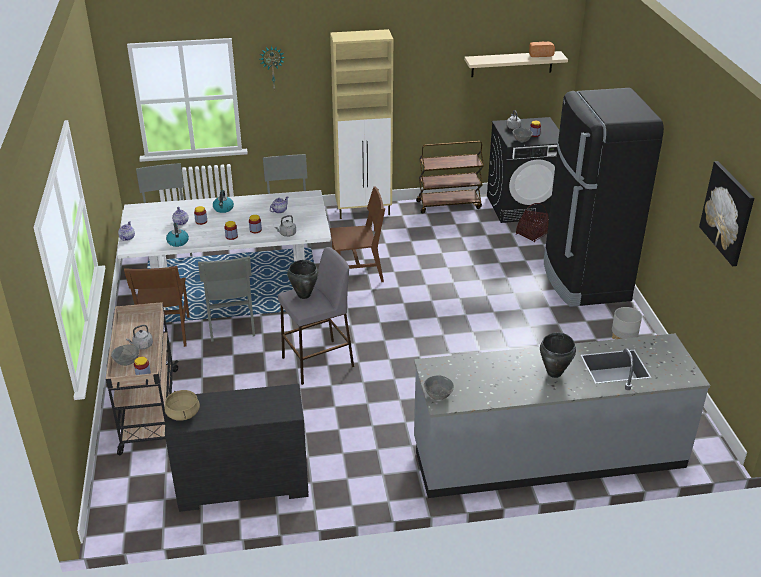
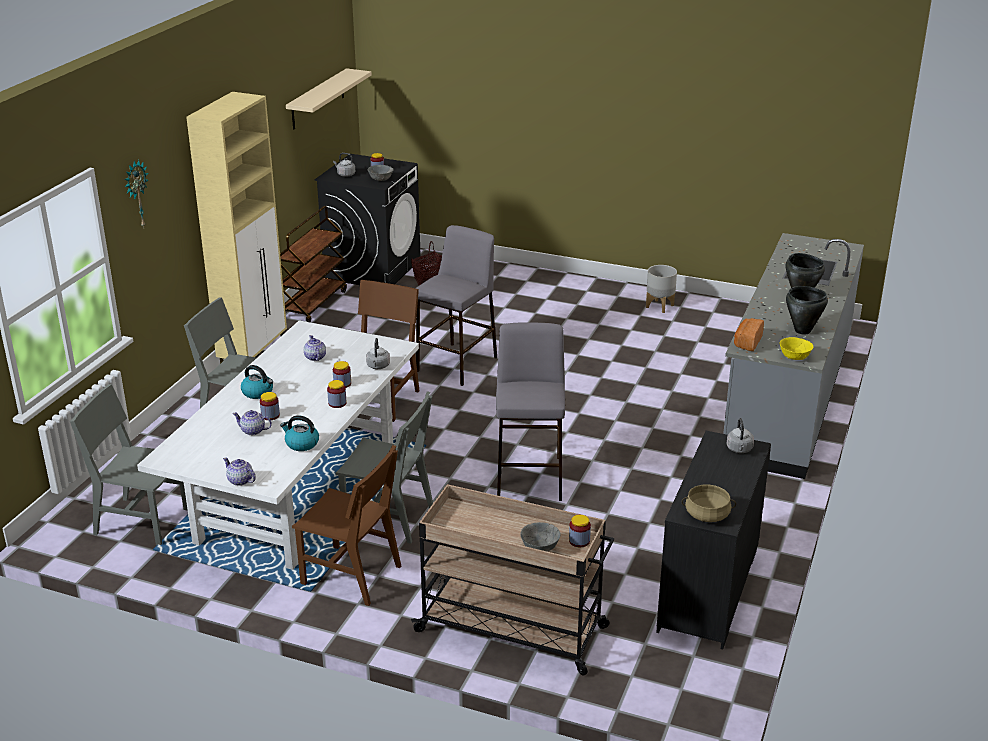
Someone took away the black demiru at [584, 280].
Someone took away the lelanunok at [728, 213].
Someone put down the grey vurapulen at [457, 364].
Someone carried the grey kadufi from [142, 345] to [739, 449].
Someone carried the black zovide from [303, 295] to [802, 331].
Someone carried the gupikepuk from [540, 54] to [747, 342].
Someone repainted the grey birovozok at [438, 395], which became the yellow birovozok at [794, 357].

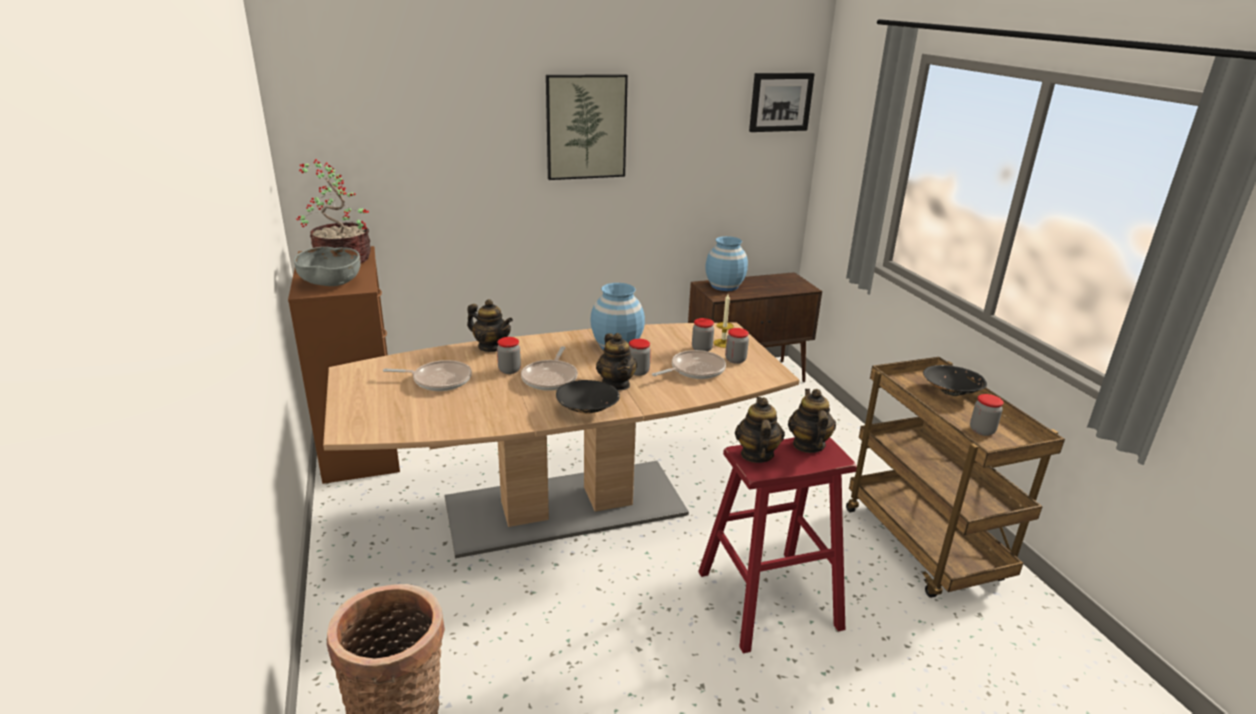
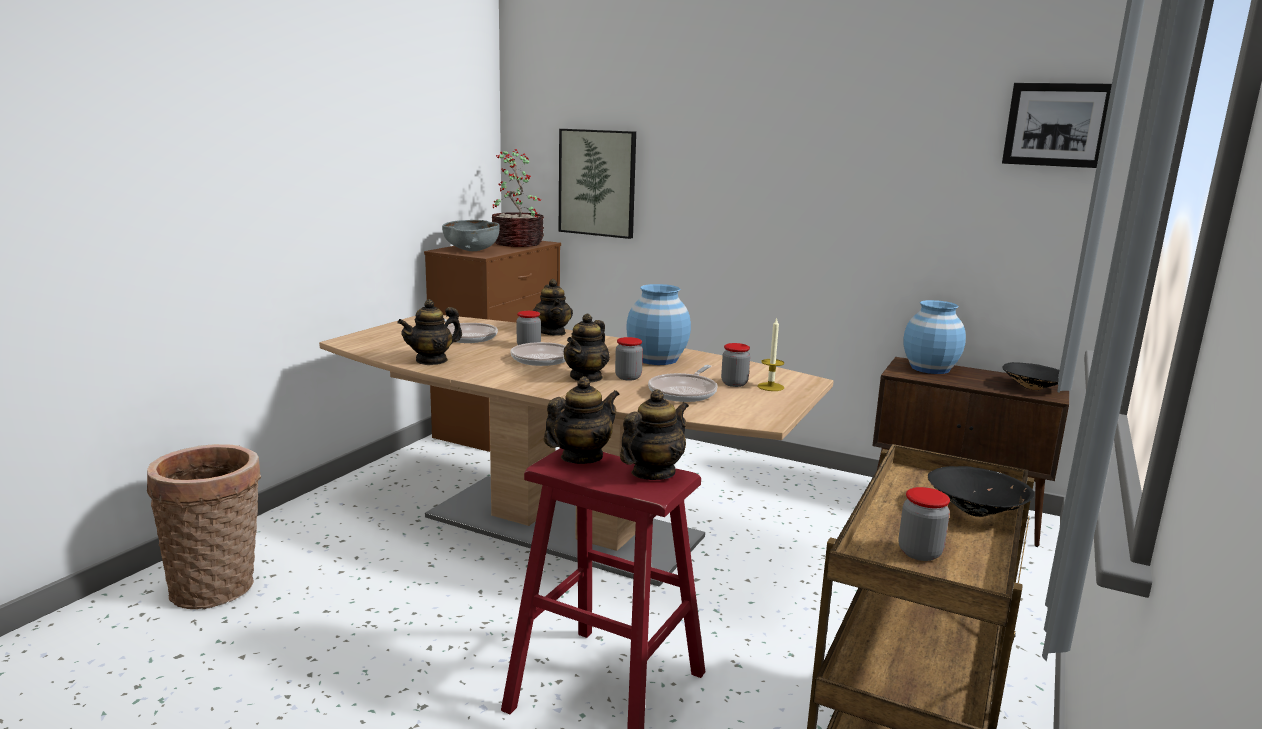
Someone took away the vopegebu at [735, 360].
Someone put down the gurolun at [432, 360].
Someone carried the lelanunok from [586, 127] to [597, 183].
Someone carried the black birovozok from [588, 410] to [1033, 388].
Someone rotated the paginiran at [694, 370] by 105 degrees clockwise.

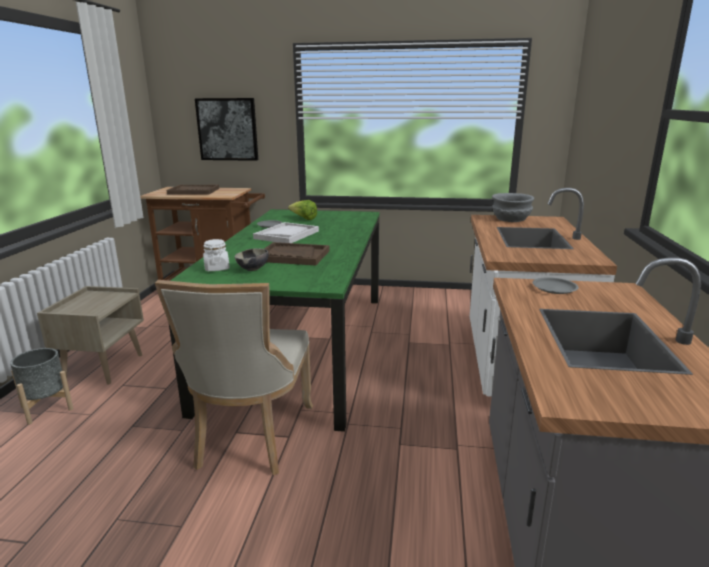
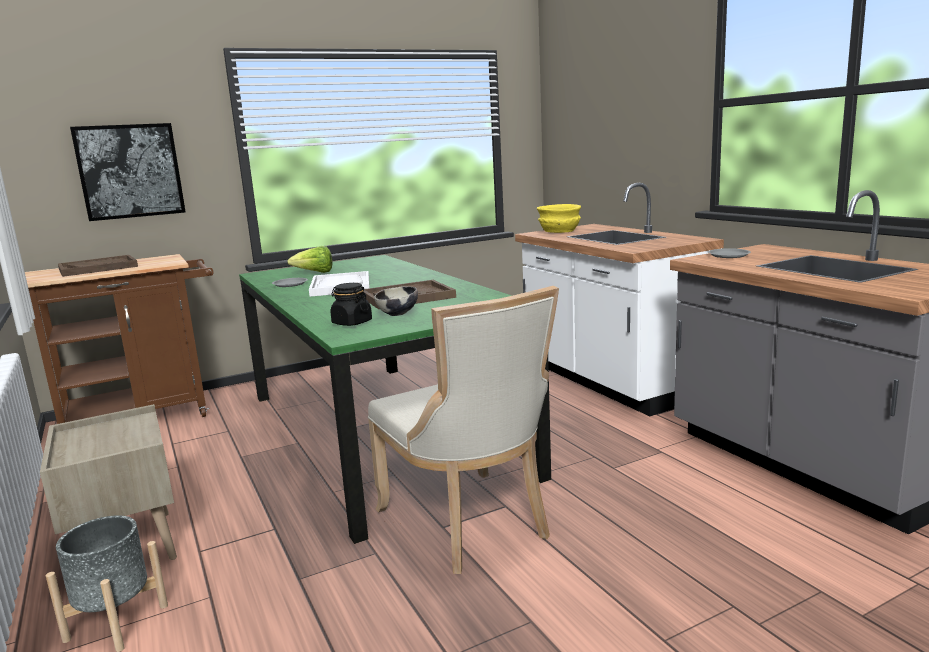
Someone repainted the white vopegebu at [217, 268], which became the black vopegebu at [351, 323].
Someone repainted the grey birovozok at [511, 219], which became the yellow birovozok at [560, 230].

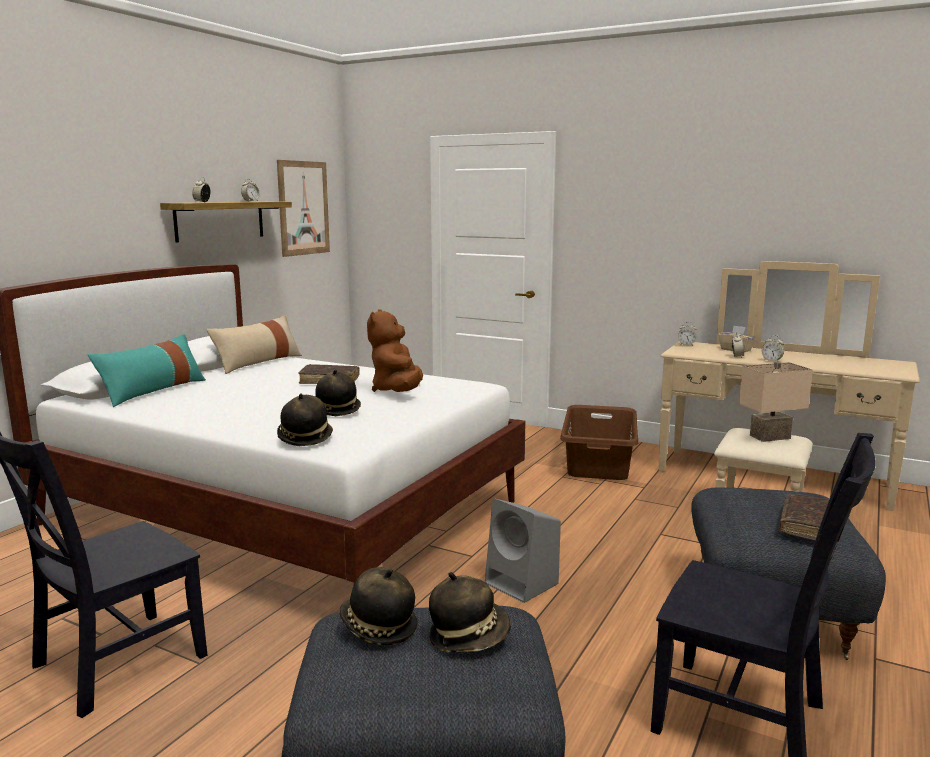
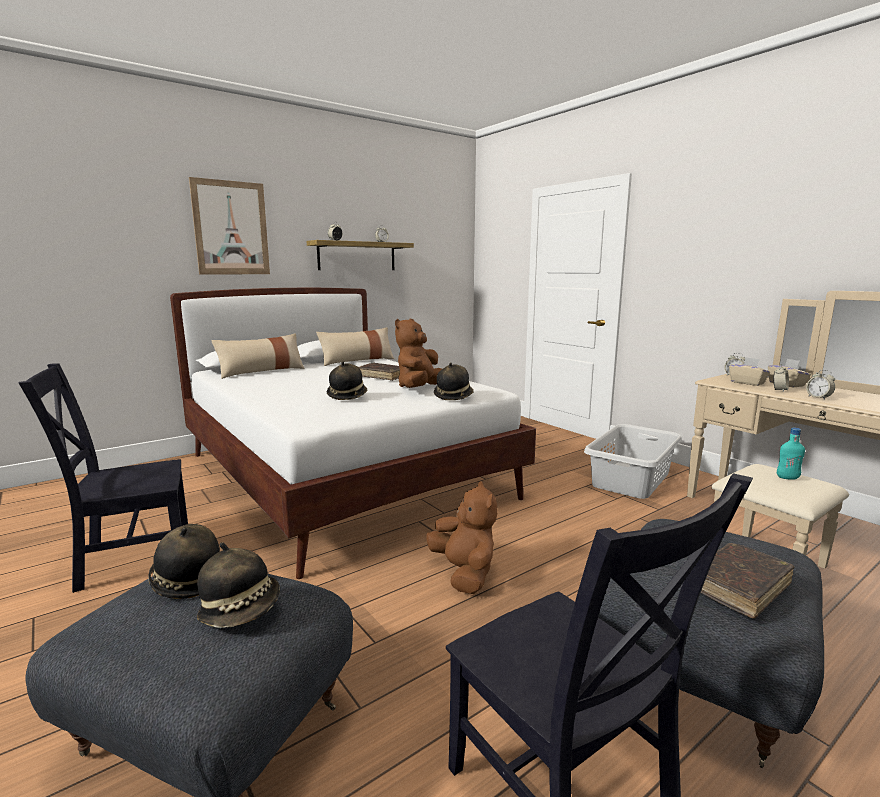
Someone put down the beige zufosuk at [747, 383].
Someone carried the lelanunok from [303, 208] to [231, 228].
Someone carried the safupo from [305, 438] to [453, 396].
Someone swapped the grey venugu at [523, 584] for the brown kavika at [464, 573].
Someone swapped the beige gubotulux at [769, 436] for the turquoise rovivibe at [787, 478].
Someone repainted the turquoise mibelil at [153, 391], which became the beige mibelil at [261, 372].
Someone repainted the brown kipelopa at [597, 463], which became the grey kipelopa at [630, 479].

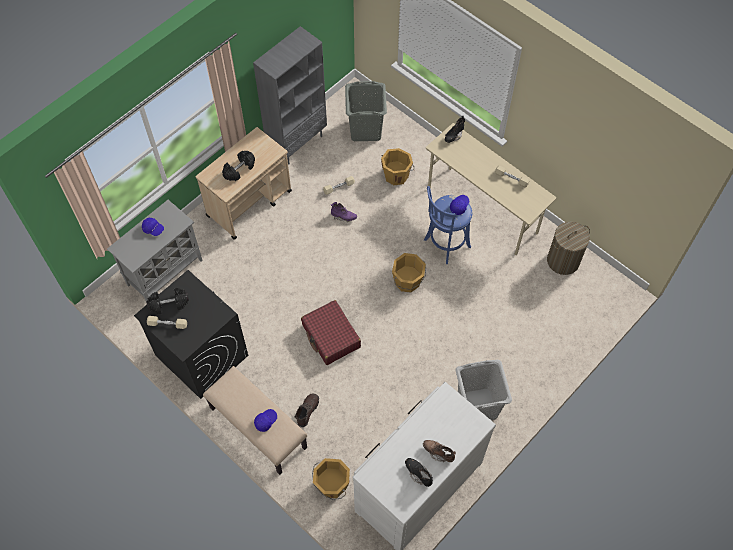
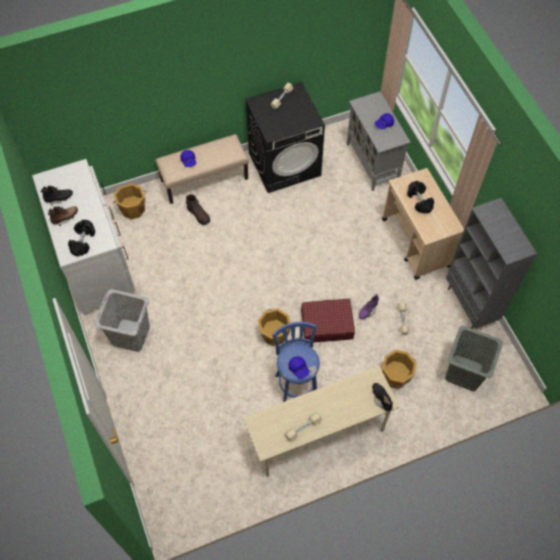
Someone took away the kipelopa at [563, 260].
Someone carried the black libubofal from [169, 304] to [83, 241].
Someone carried the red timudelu from [331, 336] to [326, 324].

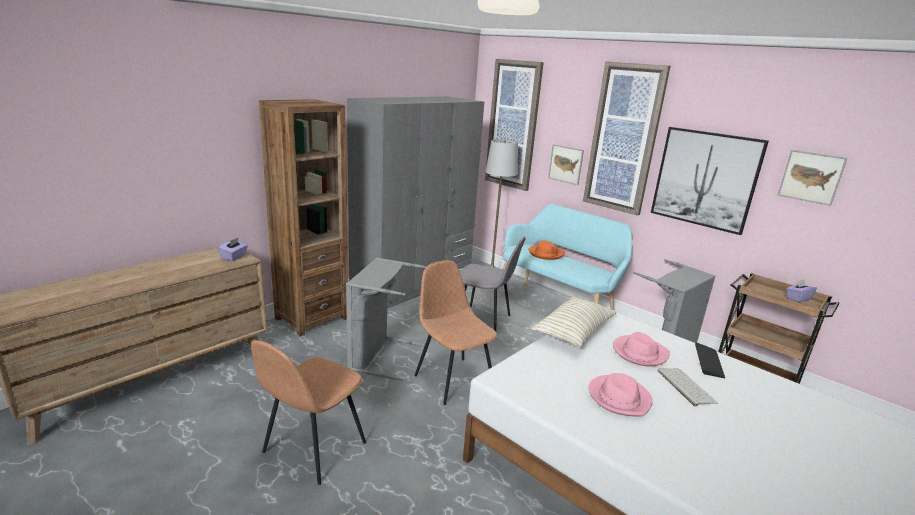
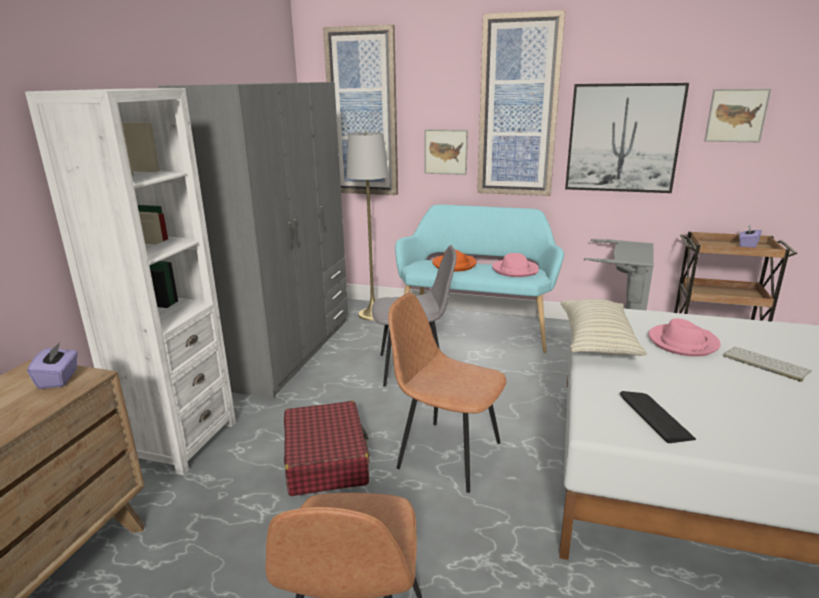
Someone carried the pink safupo from [619, 398] to [515, 270].
Someone carried the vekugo from [708, 361] to [655, 417].
Someone swapped the grey kipelopa at [379, 356] for the red timudelu at [326, 459].
Someone repainted the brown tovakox at [311, 318], which became the white tovakox at [179, 441].

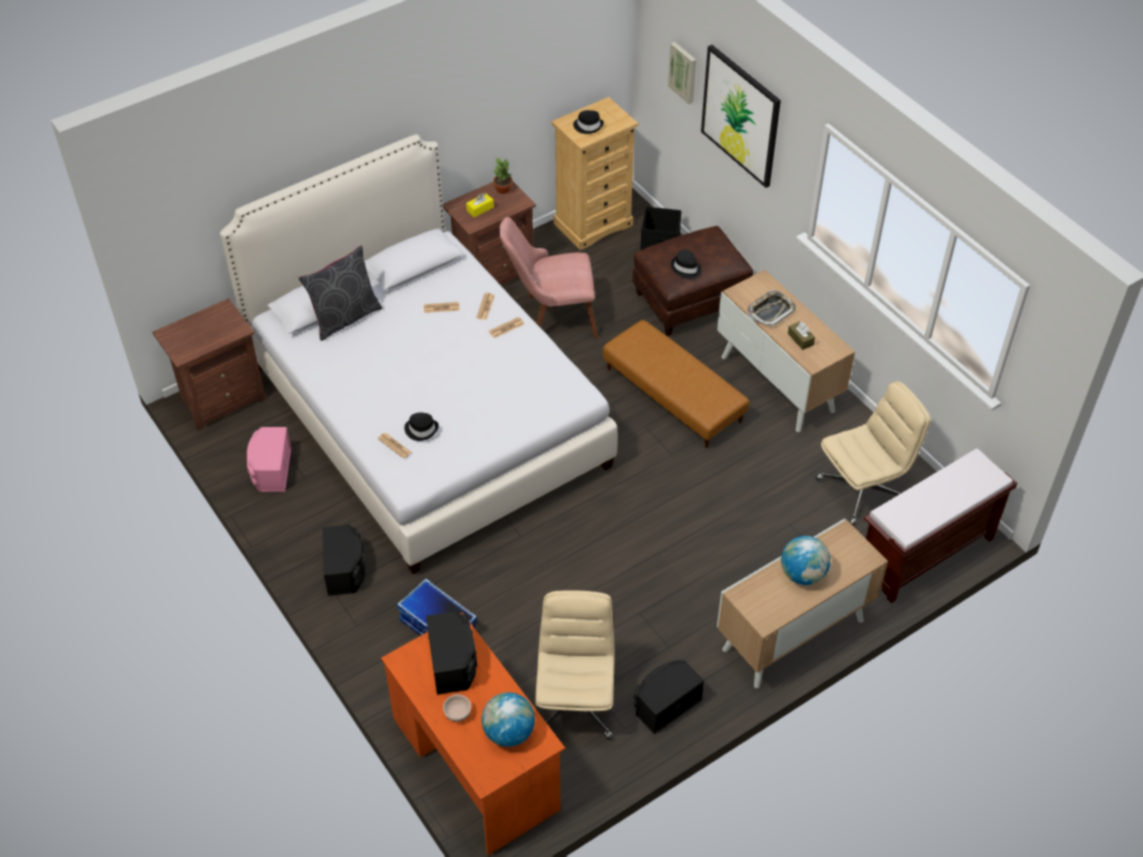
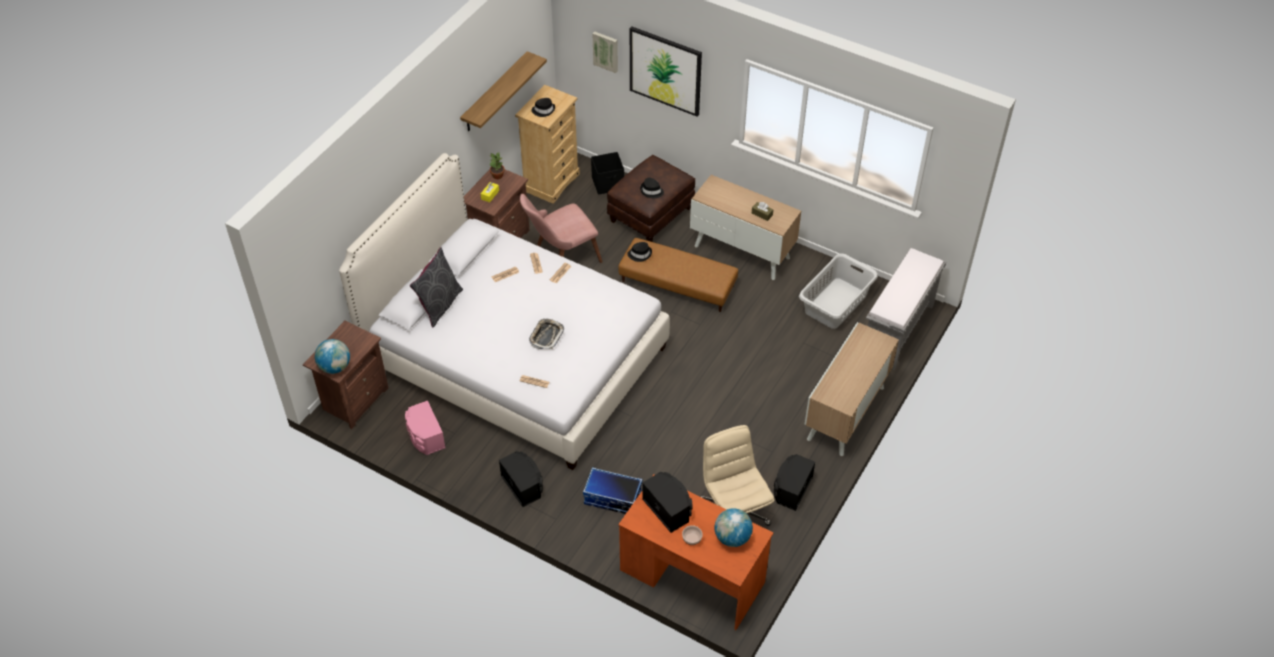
Someone put up the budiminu at [495, 93].
Someone carried the black safupo from [421, 429] to [640, 254].
Someone carried the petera from [770, 311] to [546, 336].
Someone carried the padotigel from [803, 574] to [335, 367].
Someone swapped the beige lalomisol at [862, 490] for the grey kipelopa at [836, 303].
Someone repainted the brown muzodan at [925, 555], which became the grey muzodan at [897, 331].

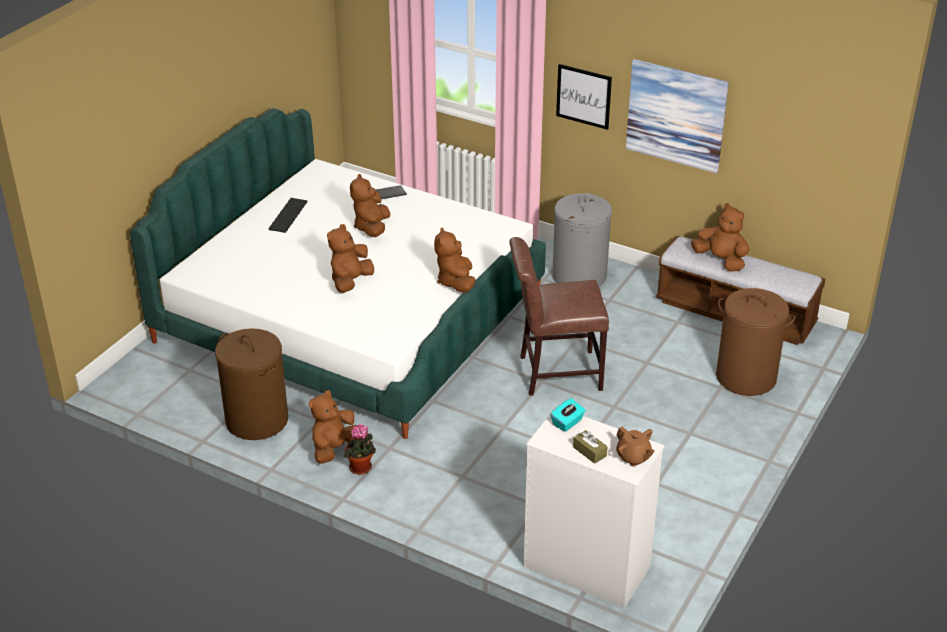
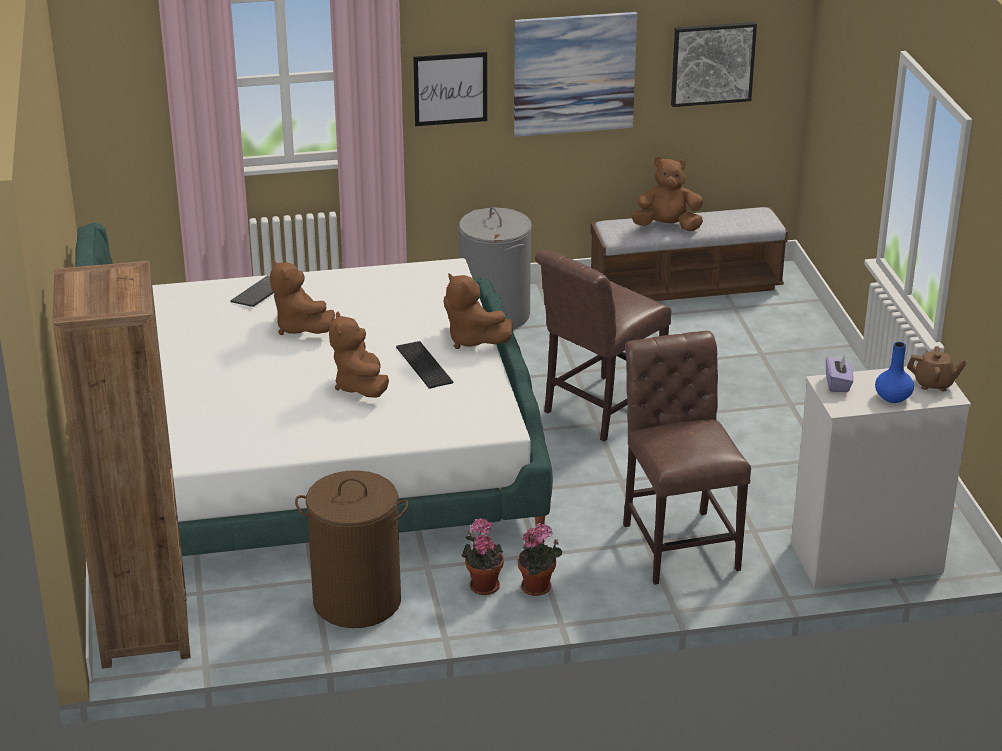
Someone took away the brown kipelopa at [746, 377].
Someone put down the brown tovakox at [144, 630].
Someone put down the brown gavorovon at [679, 542].
Someone put up the lelanunok at [712, 63].
Someone carried the vekugo from [287, 215] to [422, 365].
Someone swapped the brown kavika at [334, 449] for the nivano at [483, 585].
Someone swapped the brown zufosuk at [589, 452] for the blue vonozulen at [893, 397].
Someone repainted the turquoise zufosuk at [567, 423], which became the purple zufosuk at [838, 384].

